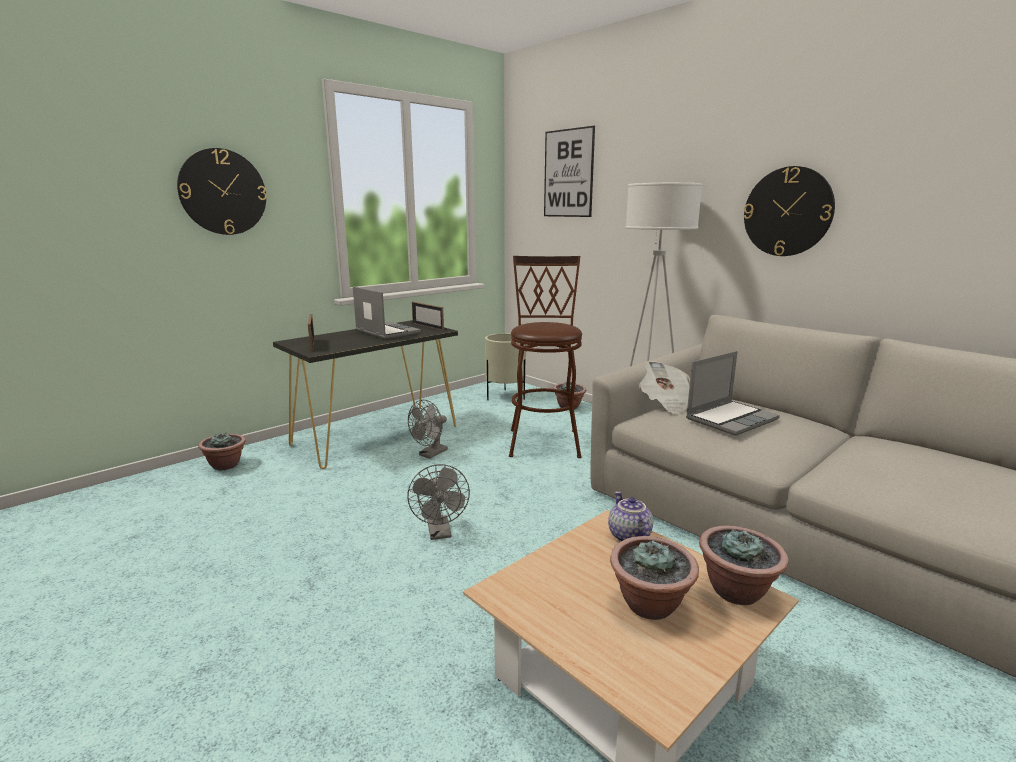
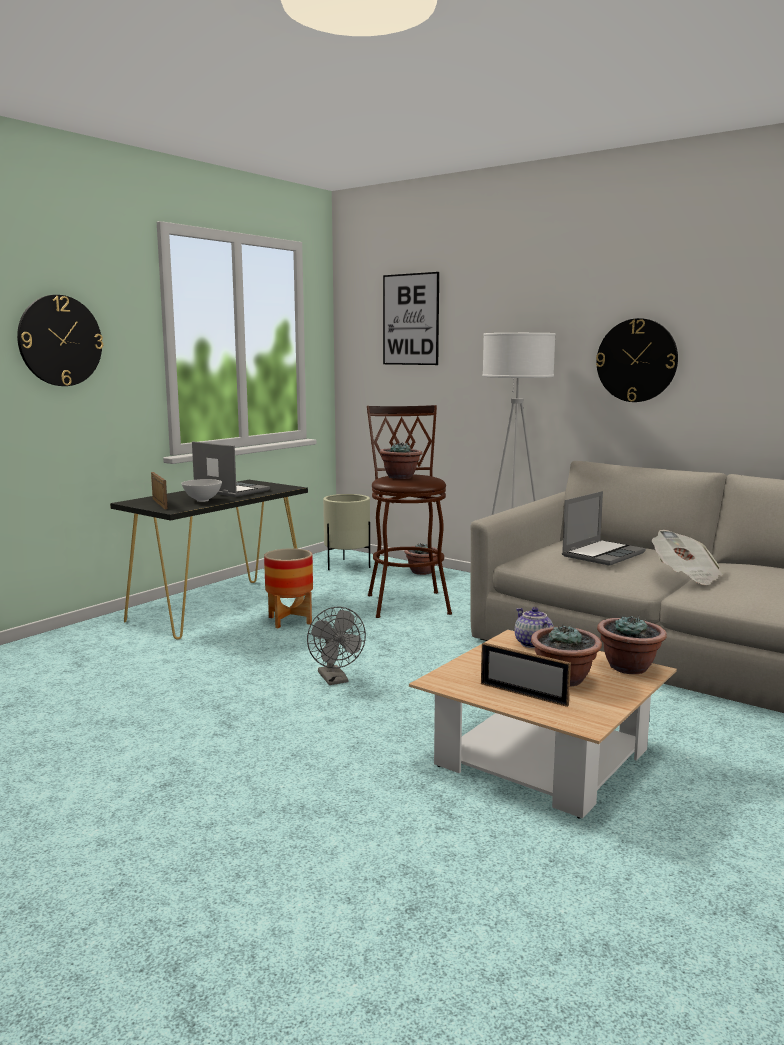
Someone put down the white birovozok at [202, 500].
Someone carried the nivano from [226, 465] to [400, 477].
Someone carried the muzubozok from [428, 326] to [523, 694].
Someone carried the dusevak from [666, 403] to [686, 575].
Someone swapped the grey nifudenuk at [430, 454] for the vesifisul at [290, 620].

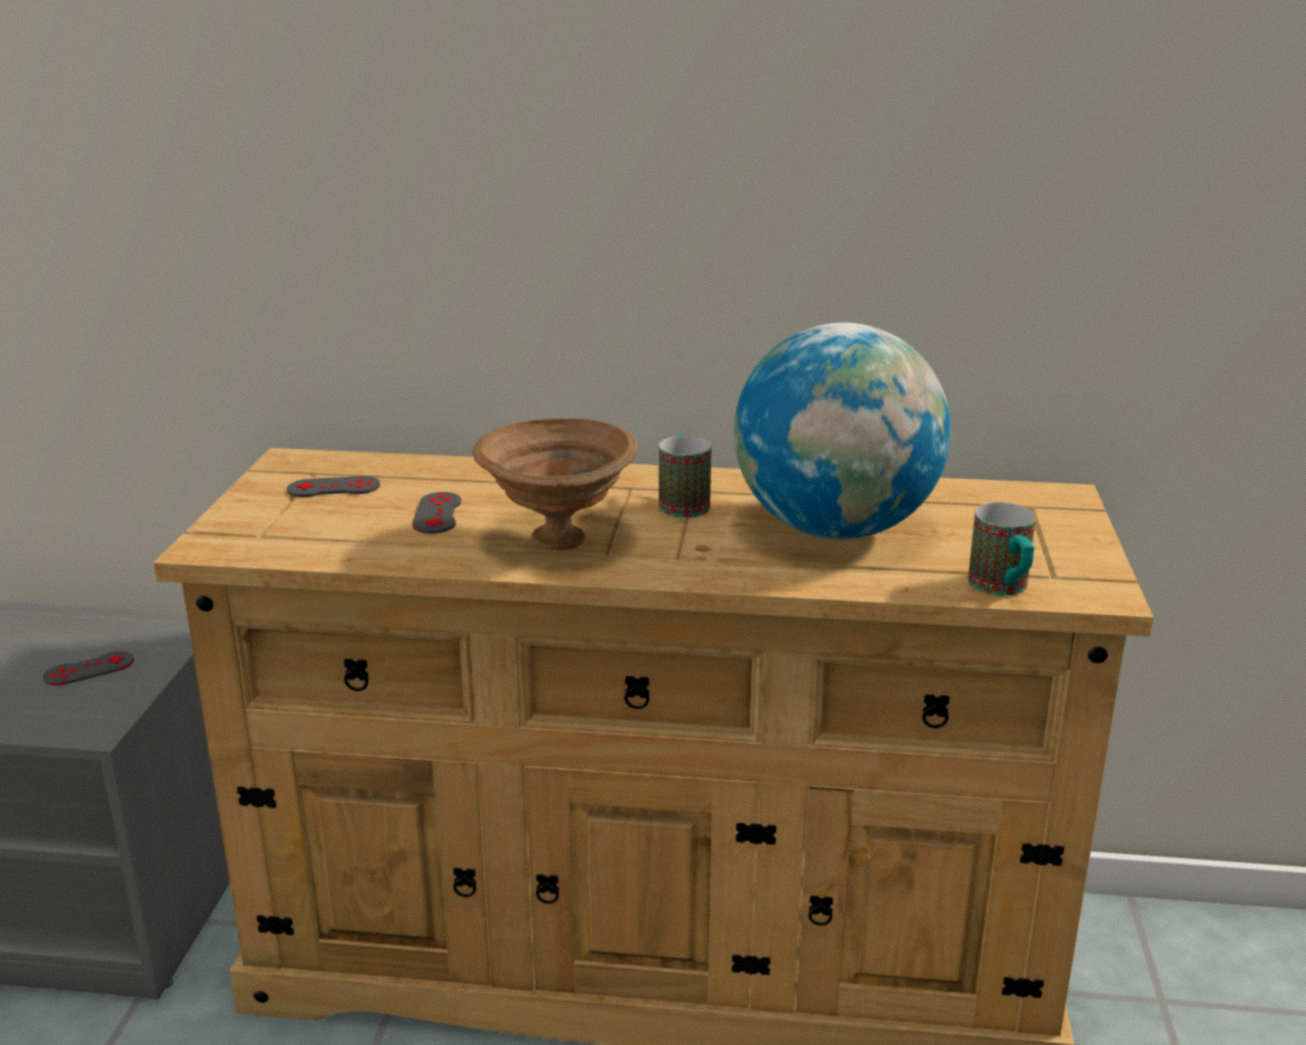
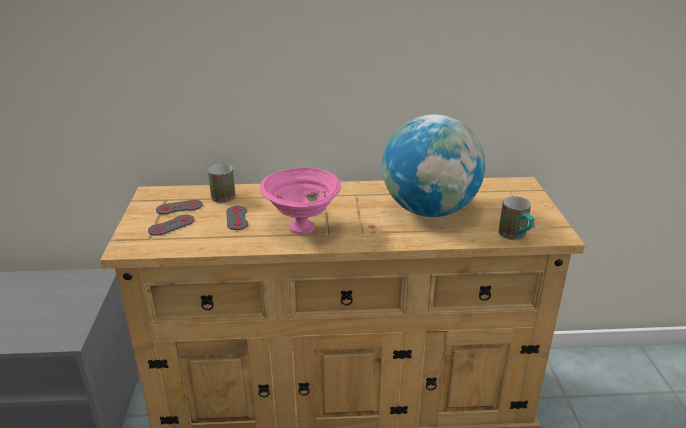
Someone carried the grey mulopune from [89, 669] to [171, 225].
Someone carried the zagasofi from [683, 503] to [223, 194].
Someone repainted the brown birovozok at [560, 541], which became the pink birovozok at [303, 229].

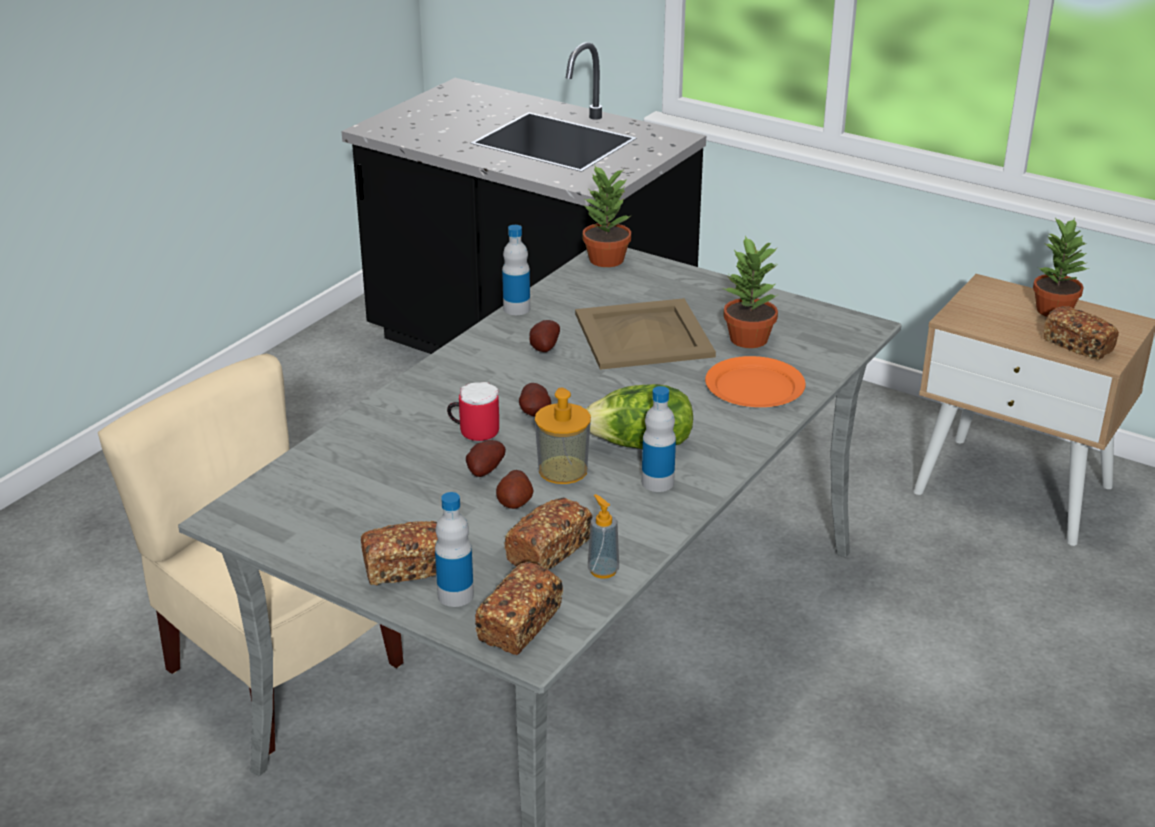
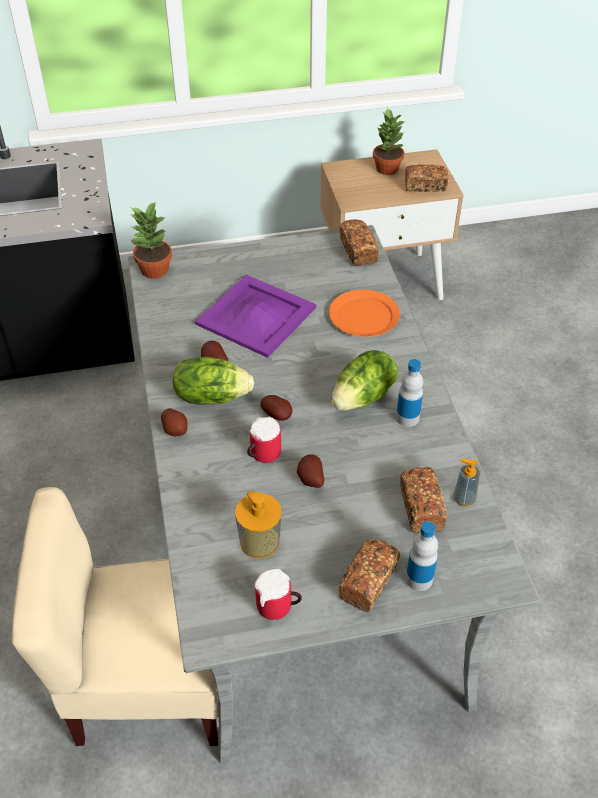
Someone took away the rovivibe at [516, 309].
Someone took away the nivano at [749, 339].
Someone put down the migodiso at [211, 396].
Someone put down the zagasofi at [278, 608].
Someone carried the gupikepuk from [520, 624] to [358, 251].
Someone carried the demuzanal from [515, 502] to [175, 429].
Someone carried the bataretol from [563, 470] to [260, 541].
Someone repainted the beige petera at [642, 335], which became the purple petera at [256, 316].

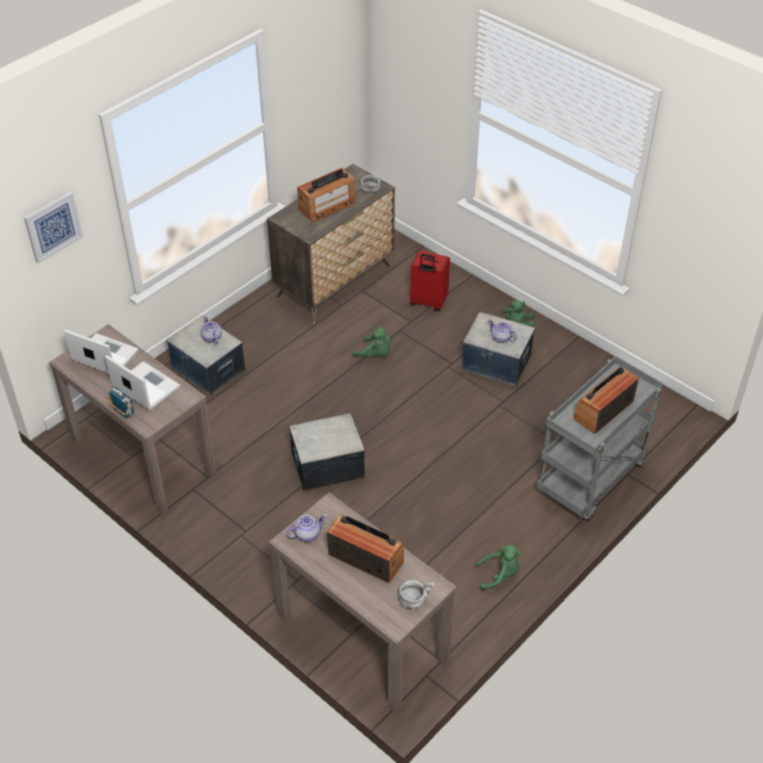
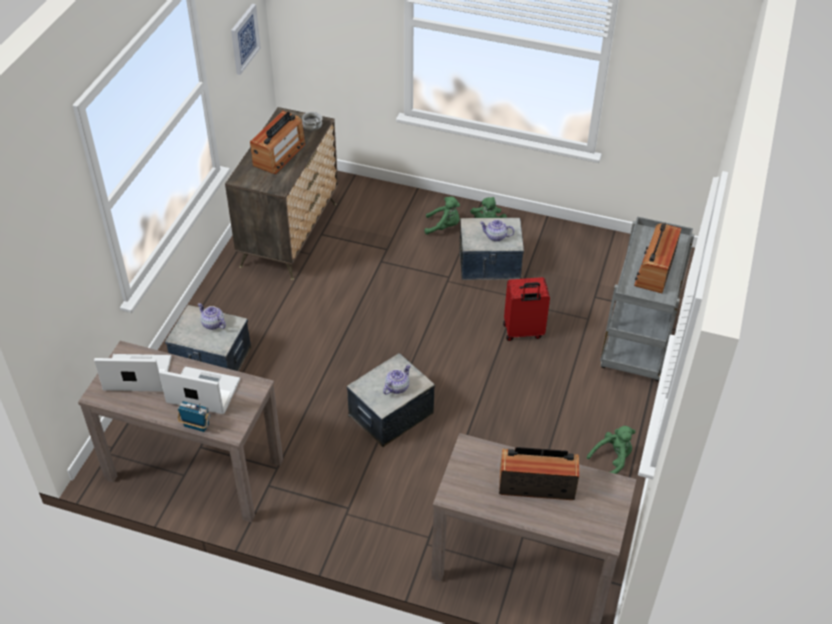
Someone took away the grey birovozok at [413, 600].
Someone carried the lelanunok from [53, 226] to [244, 39].
Someone carried the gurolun from [307, 534] to [397, 387].
Someone carried the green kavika from [375, 354] to [444, 226].
Someone carried the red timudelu from [428, 303] to [523, 332].

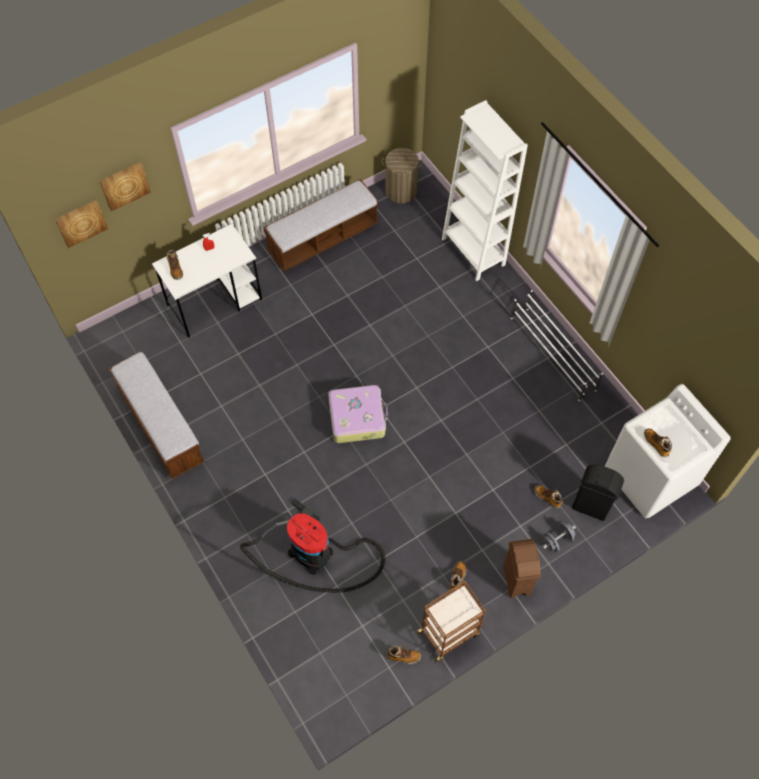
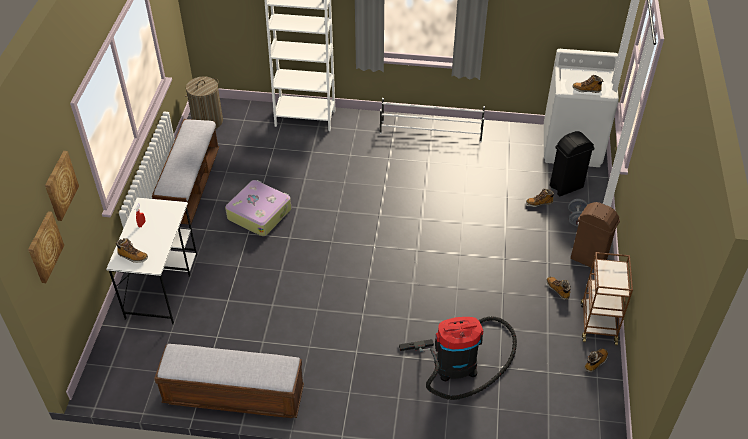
Someone carried the timudelu from [357, 417] to [259, 213].

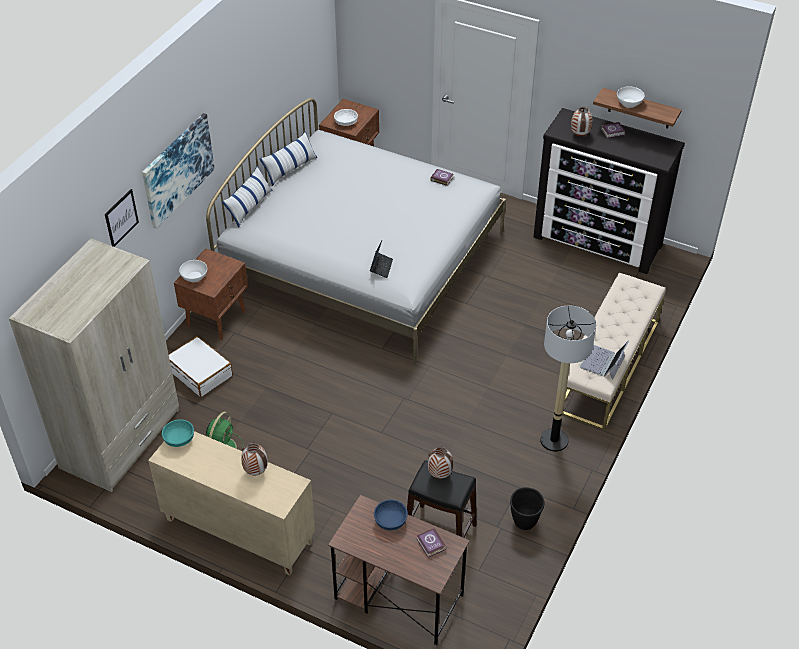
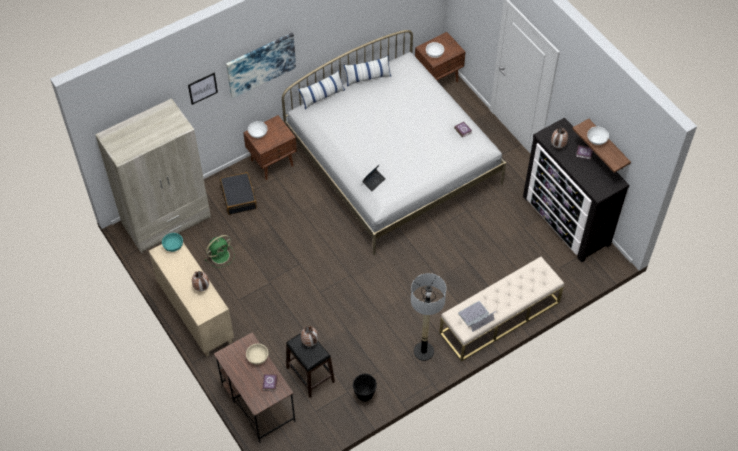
Someone repainted the white timudelu at [200, 372], which became the black timudelu at [239, 197].
Someone repainted the blue birovozok at [390, 520], which became the beige birovozok at [257, 357].

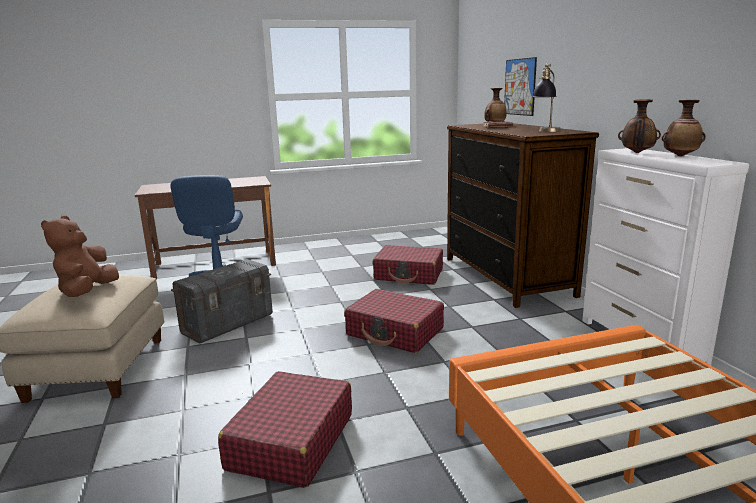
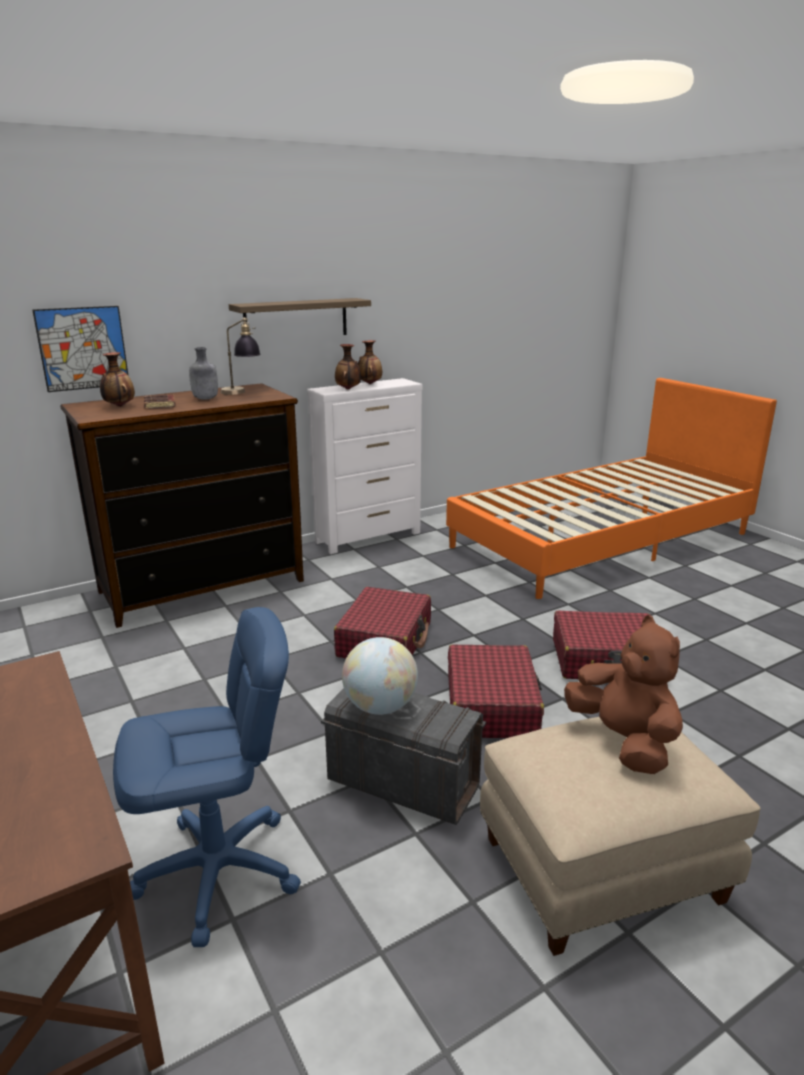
Someone put down the grey rovivibe at [205, 399].
Someone put up the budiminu at [296, 319].
Someone put down the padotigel at [380, 707].
Someone carried the red timudelu from [409, 274] to [491, 705].
Someone rotated the brown kavika at [87, 292] by 105 degrees counterclockwise.

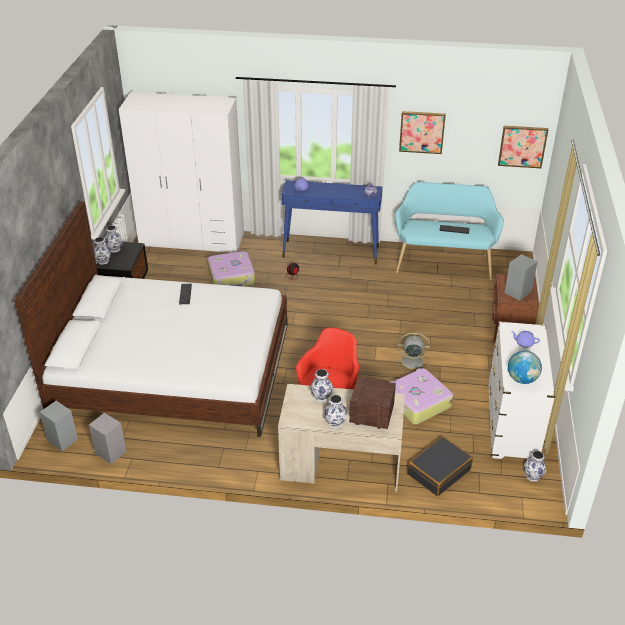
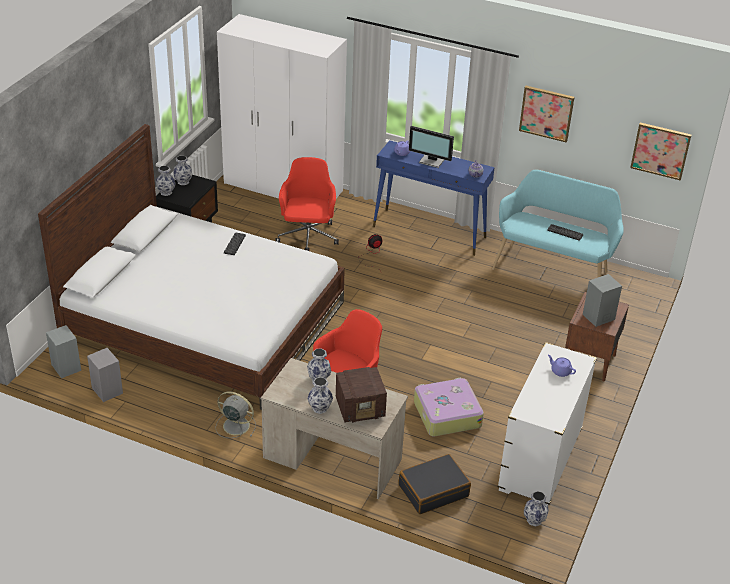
Someone took away the padotigel at [522, 379].
Someone put down the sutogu at [432, 161].
Someone carried the grey nifudenuk from [411, 361] to [235, 425].
Someone swapped the timudelu at [232, 277] for the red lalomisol at [307, 237].
Someone rotated the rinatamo at [370, 414] by 135 degrees clockwise.

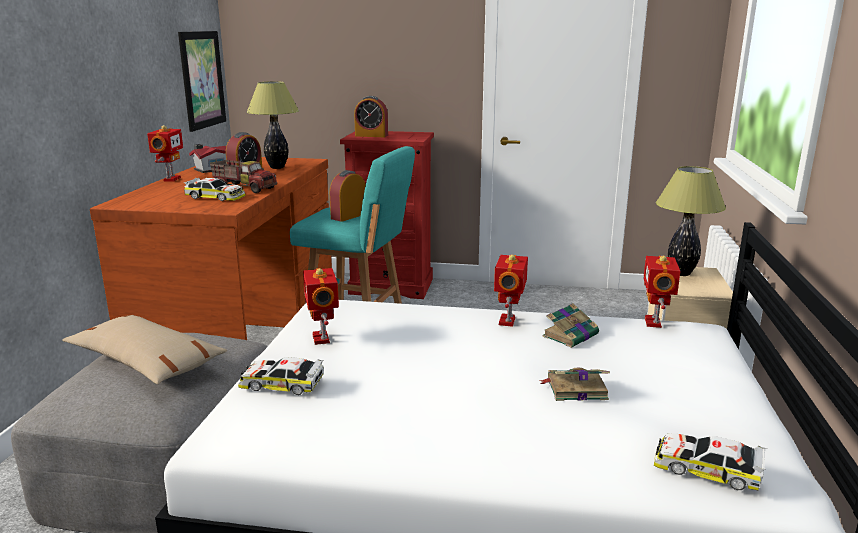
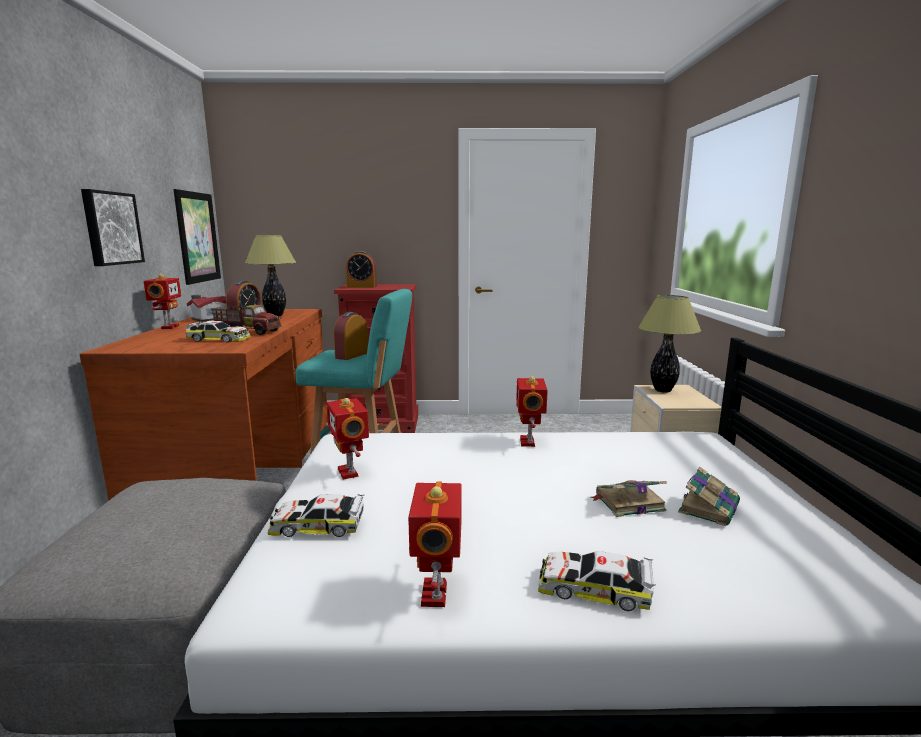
Someone took away the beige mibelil at [146, 362].
Someone put up the lelanunok at [111, 228].
Someone carried the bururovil from [571, 335] to [709, 507].
Someone carried the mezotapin from [654, 322] to [437, 594].
Someone carried the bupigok from [706, 469] to [593, 589].

